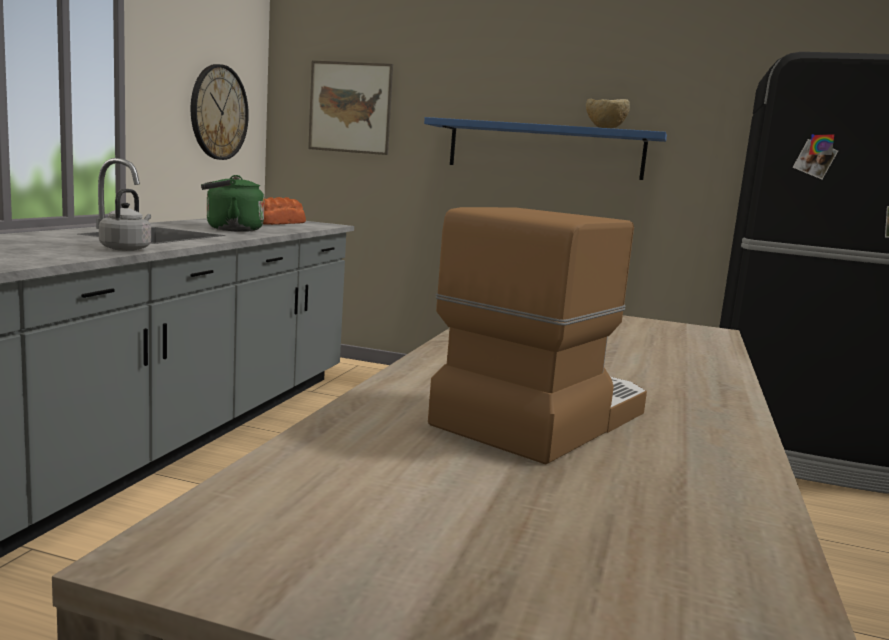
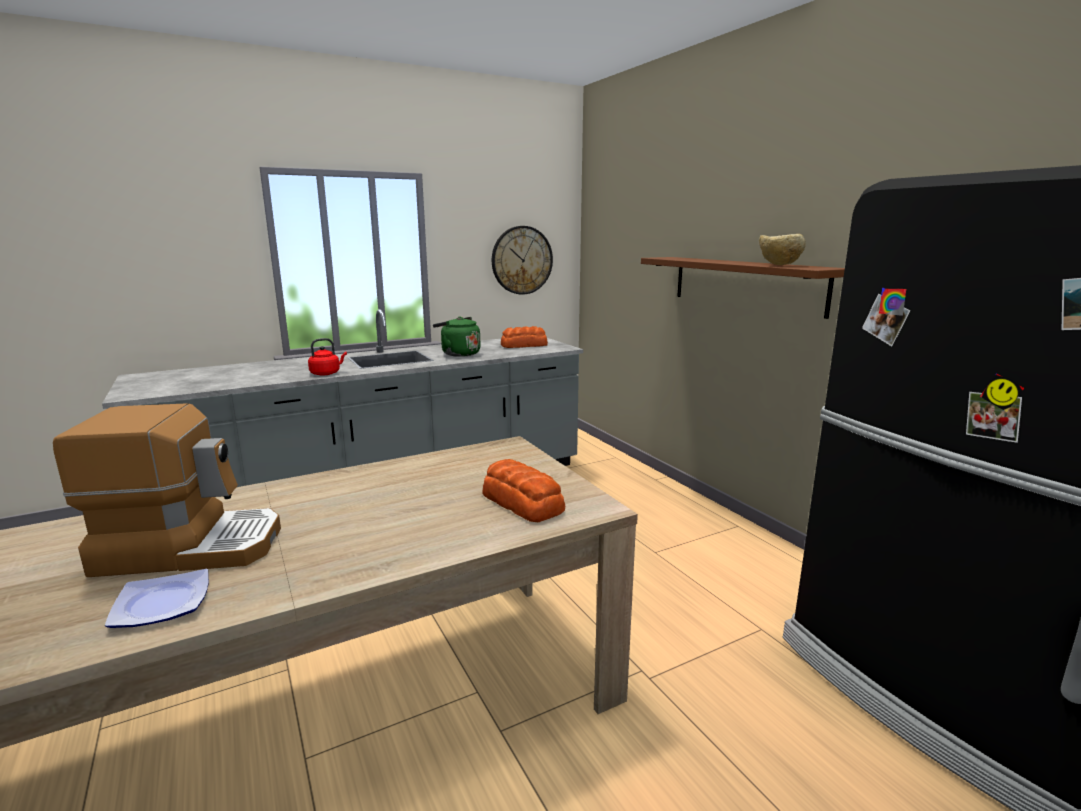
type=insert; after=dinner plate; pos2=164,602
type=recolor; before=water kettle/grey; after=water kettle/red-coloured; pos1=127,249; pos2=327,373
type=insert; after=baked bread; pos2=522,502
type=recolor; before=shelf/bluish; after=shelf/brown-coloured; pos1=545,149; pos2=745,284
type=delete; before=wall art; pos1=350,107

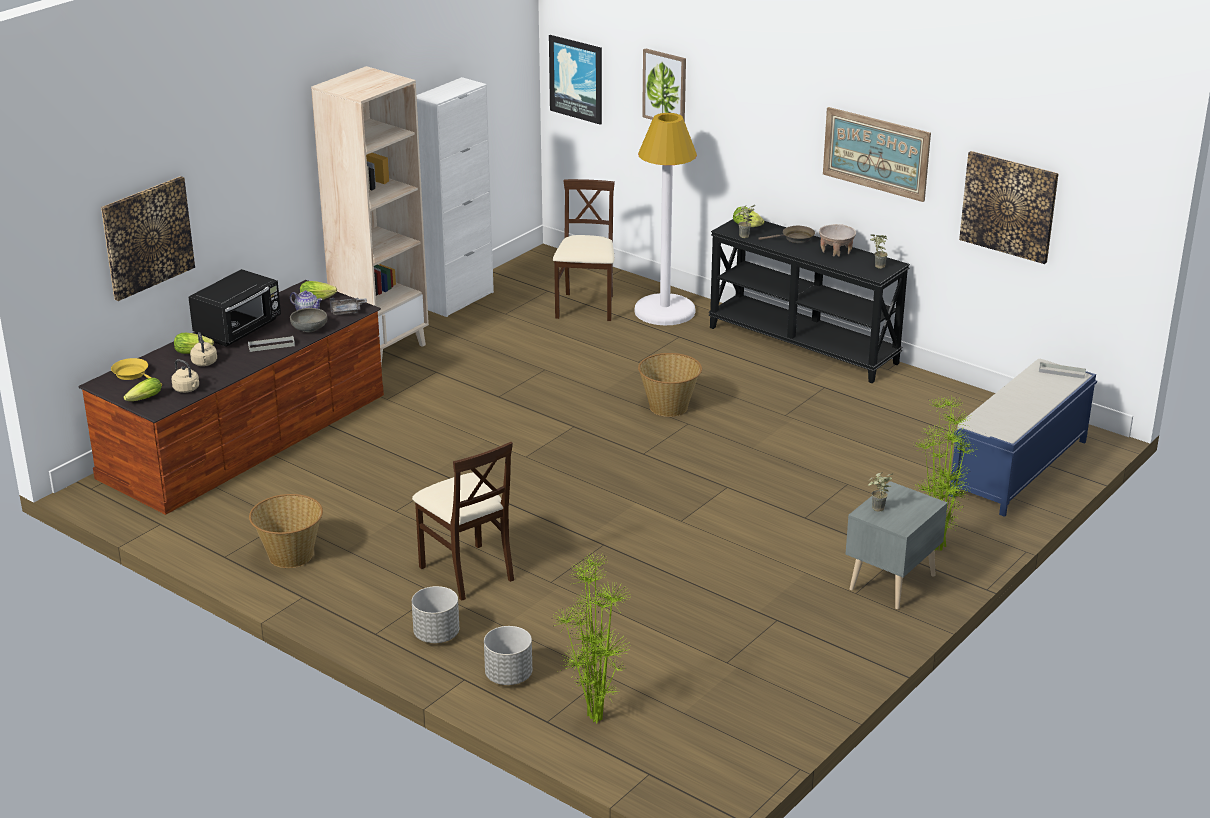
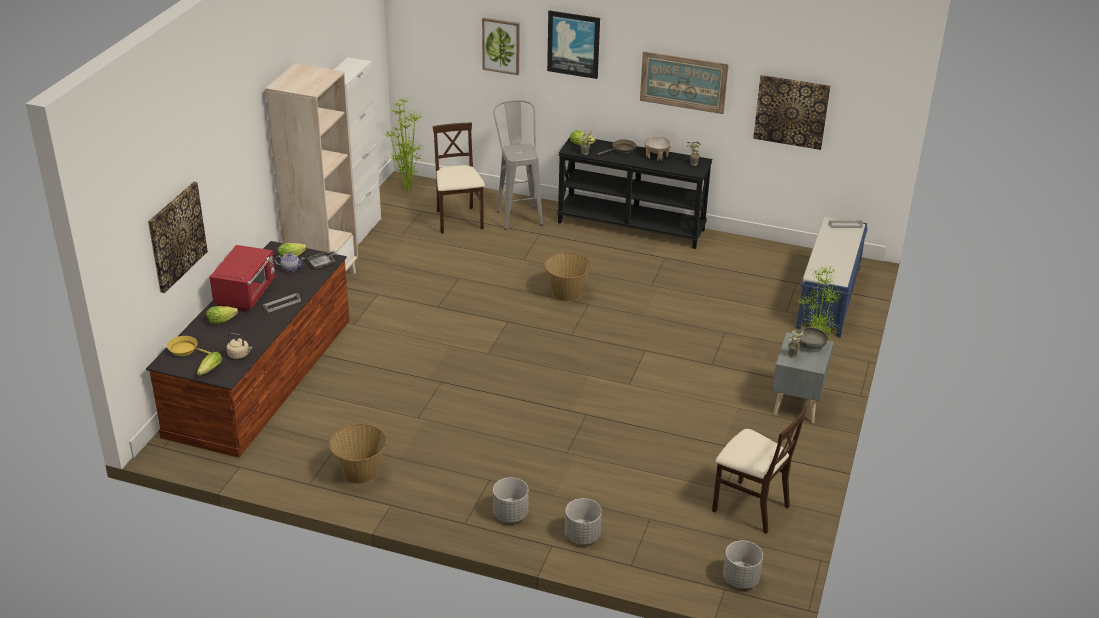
type=recolor; before=microwave oven/blackish; after=microwave oven/red-coloured; pos1=239,329; pos2=246,294
type=move; before=plant in a pot; pos1=594,720; pos2=407,190
type=replace; before=standing lamp/white; after=sitting stool/grey; pos1=665,311; pos2=518,214
type=move; before=wall art; pos1=576,79; pos2=573,44
type=move; before=plain chair/beige-coloured; pos1=467,572; pos2=750,507
type=insert; after=flower pot/grey; pos2=740,578
type=move; before=bowl/grey; pos1=309,329; pos2=810,345
type=delete; before=water kettle/beige-coloured; pos1=204,363

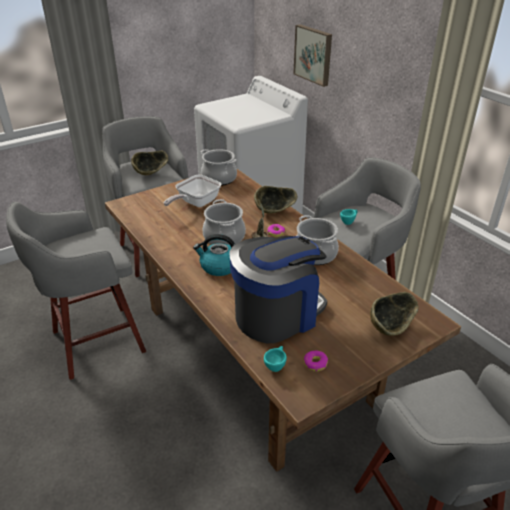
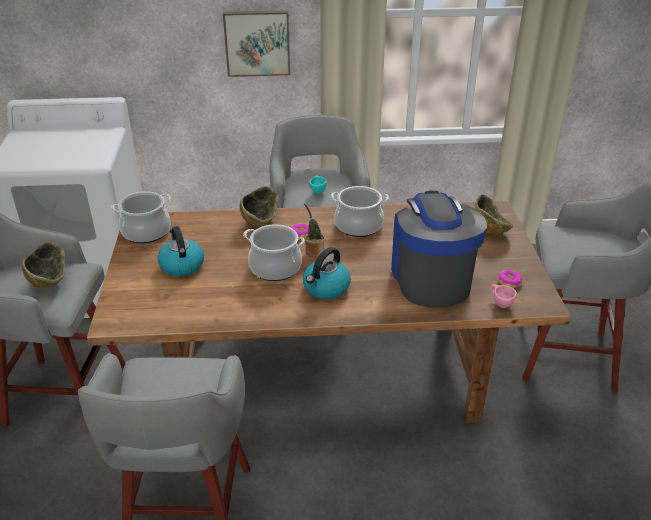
type=replace; before=pan; after=water kettle; pos1=195,203; pos2=181,265
type=move; before=wall art; pos1=314,54; pos2=257,42
type=recolor; before=cup/turquoise-coloured; after=cup/pink; pos1=275,366; pos2=499,304

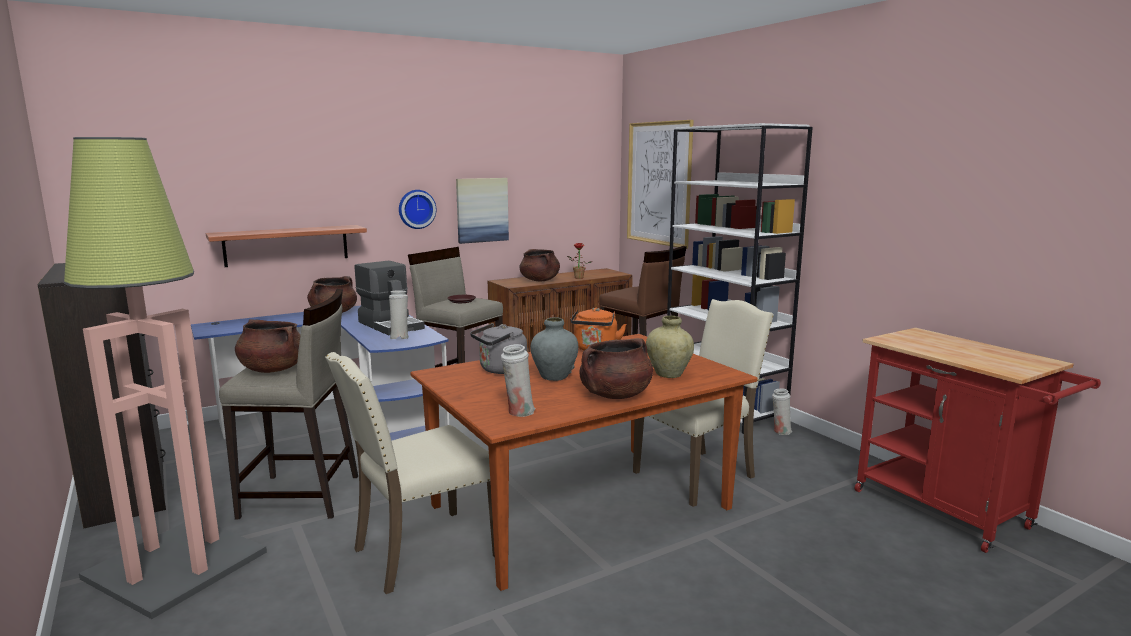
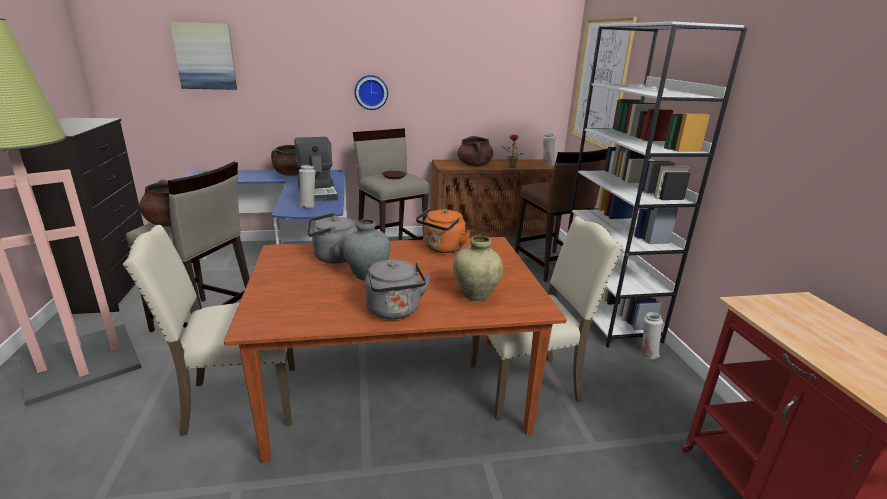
type=move; before=wall art; pos1=482,210; pos2=205,56
type=replace; before=cooking pot/brown-coloured; after=water kettle/grey; pos1=615,395; pos2=394,311
type=move; before=decorative vase/white; pos1=519,412; pos2=547,164
type=delete; before=shelf; pos1=287,245

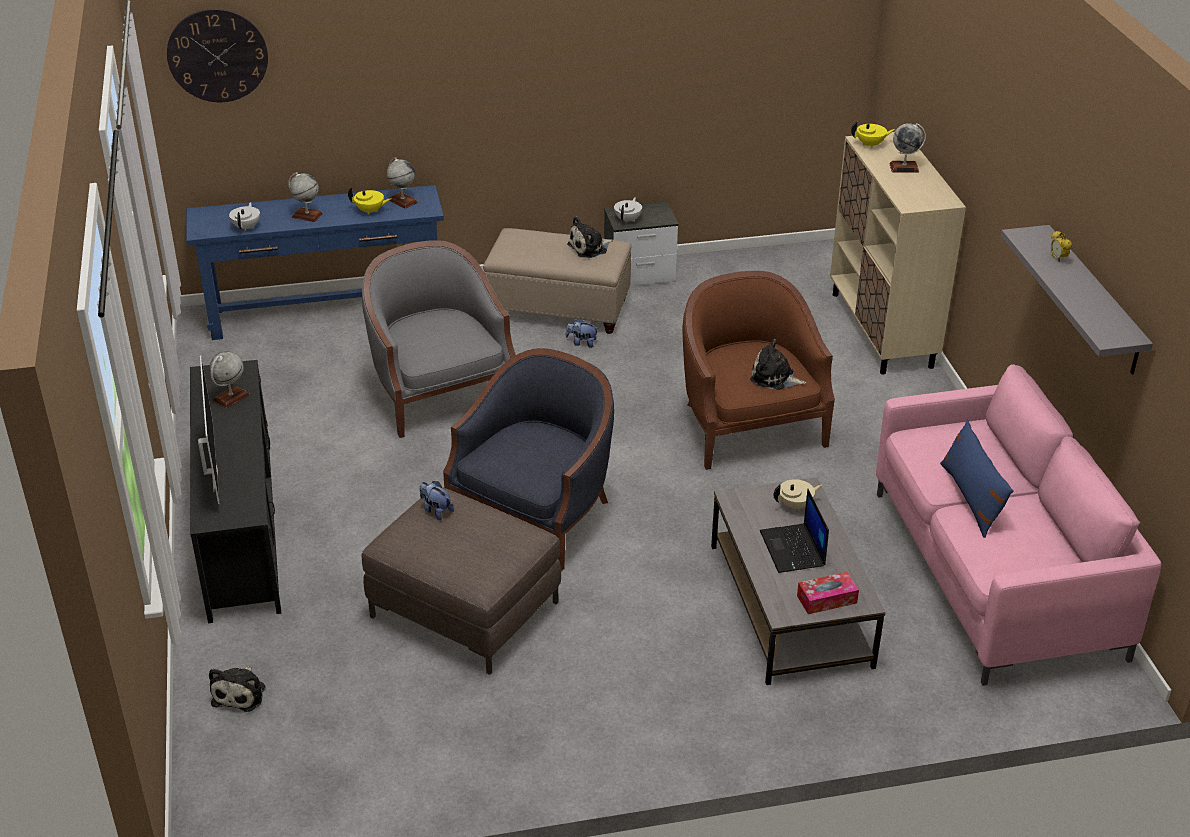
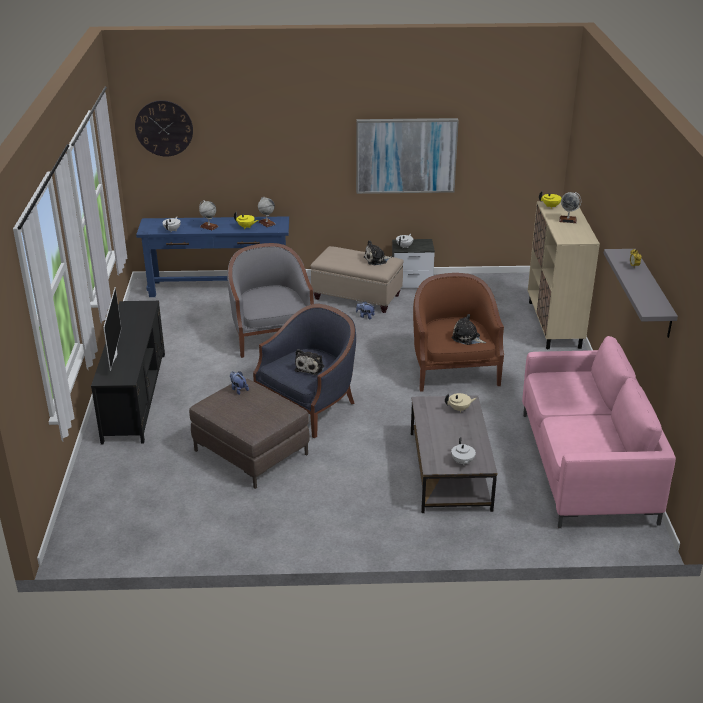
type=move; before=cuddly toy; pos1=240,693; pos2=310,367
type=insert; after=wall art; pos2=406,155
type=replace; before=tissue box; after=tea pot/white; pos1=826,599; pos2=462,462
type=delete; before=desk globe; pos1=231,397
type=delete; before=laptop; pos1=793,549
type=delete; before=pillow/bluish; pos1=971,498

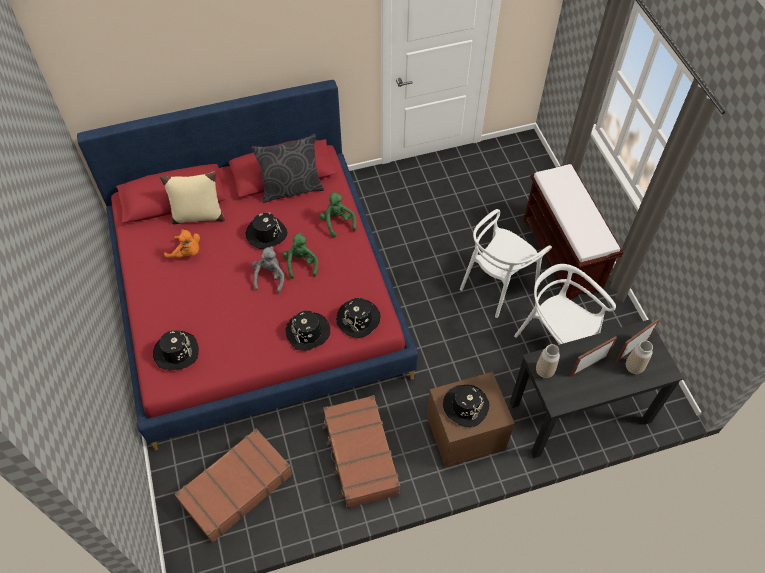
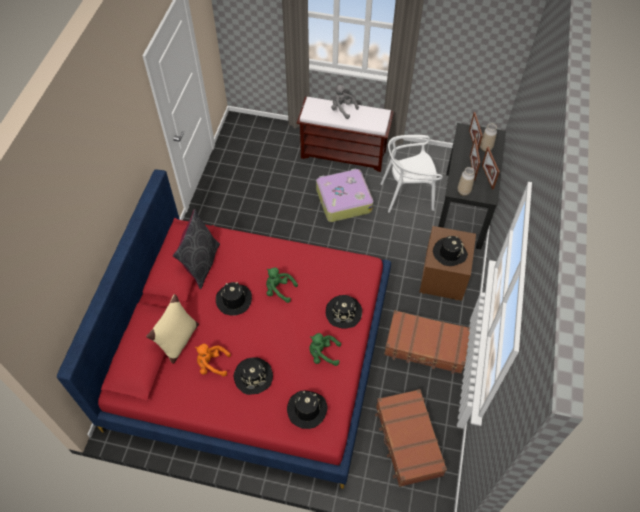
type=rotate; before=cuddly toy/orange-coloured; pos1=187,253; pos2=212,364; turn=-135
type=move; before=wearable hat/blackish; pos1=358,319; pos2=253,376
type=move; before=cuddly toy/greenish; pos1=337,223; pos2=323,354
type=replace; before=plain chair/white; after=suitcase; pos1=497,285; pos2=343,200
type=move; before=cuddly toy/grey; pos1=270,277; pos2=342,109
type=insert; after=standing frame; pos2=487,177

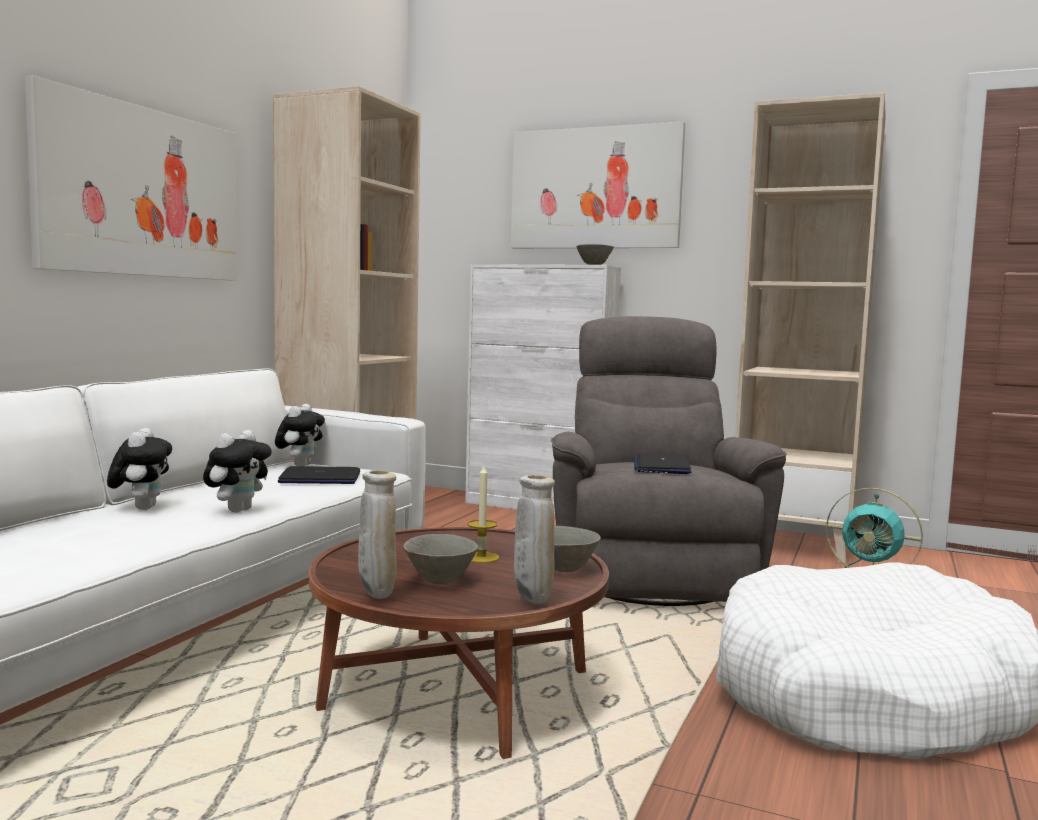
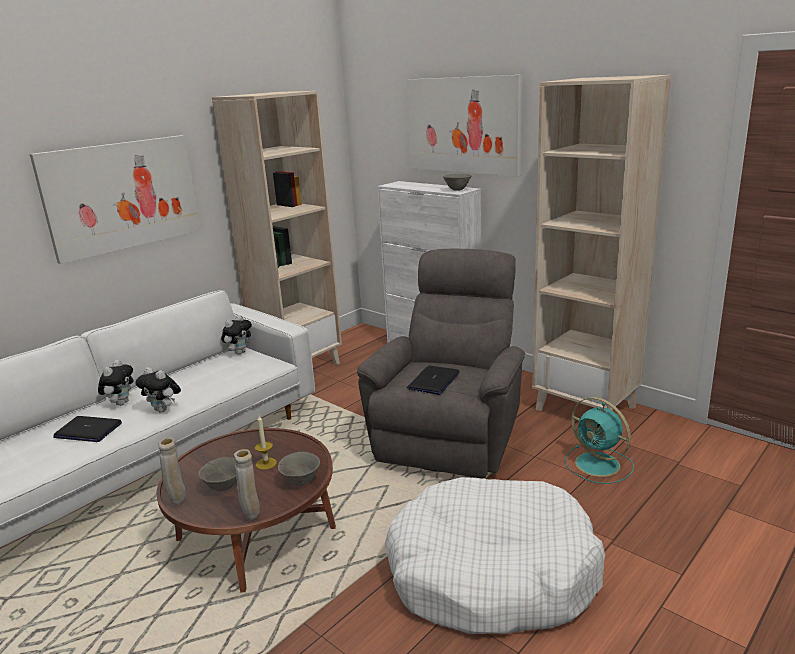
type=move; before=laptop; pos1=319,478; pos2=88,430
type=rotate; before=cuddly toy; pos1=238,510; pos2=163,410; turn=75

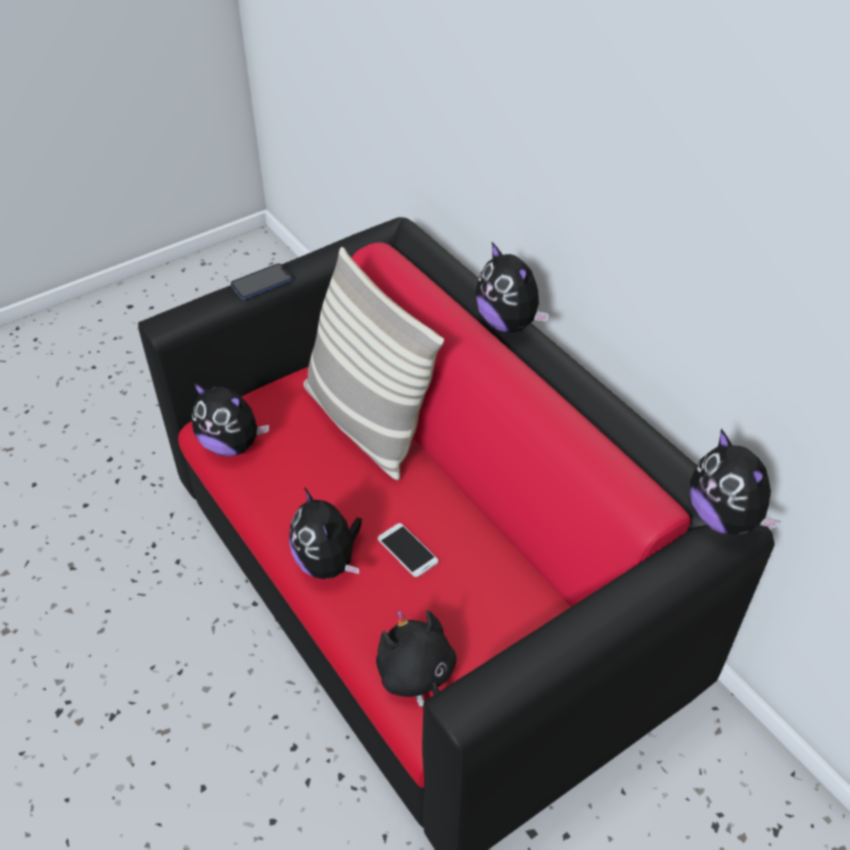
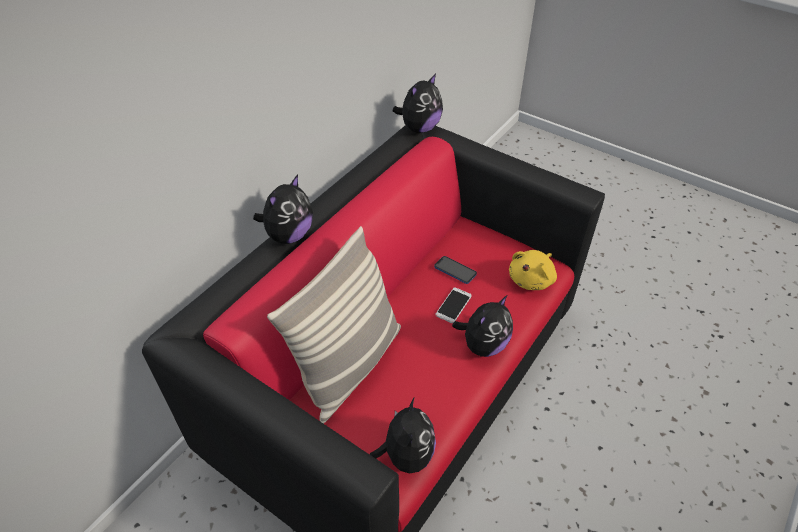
type=move; before=telephone; pos1=261,283; pos2=455,270
type=recolor; before=cuddly toy/blackish; after=cuddly toy/yellow; pos1=418,677; pos2=532,279

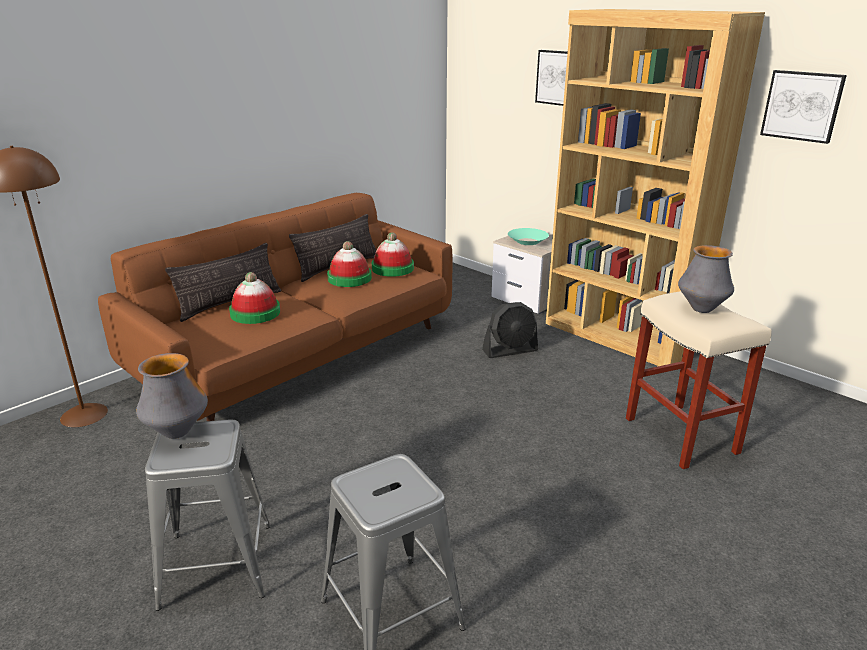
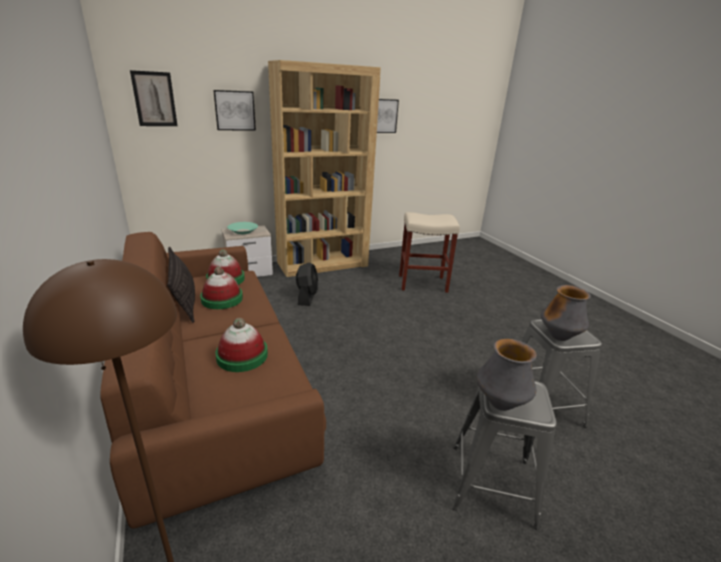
type=insert; after=wall art; pos2=154,99
type=move; before=decorative vase; pos1=701,309; pos2=558,337
type=delete; before=pillow; pos1=230,303

